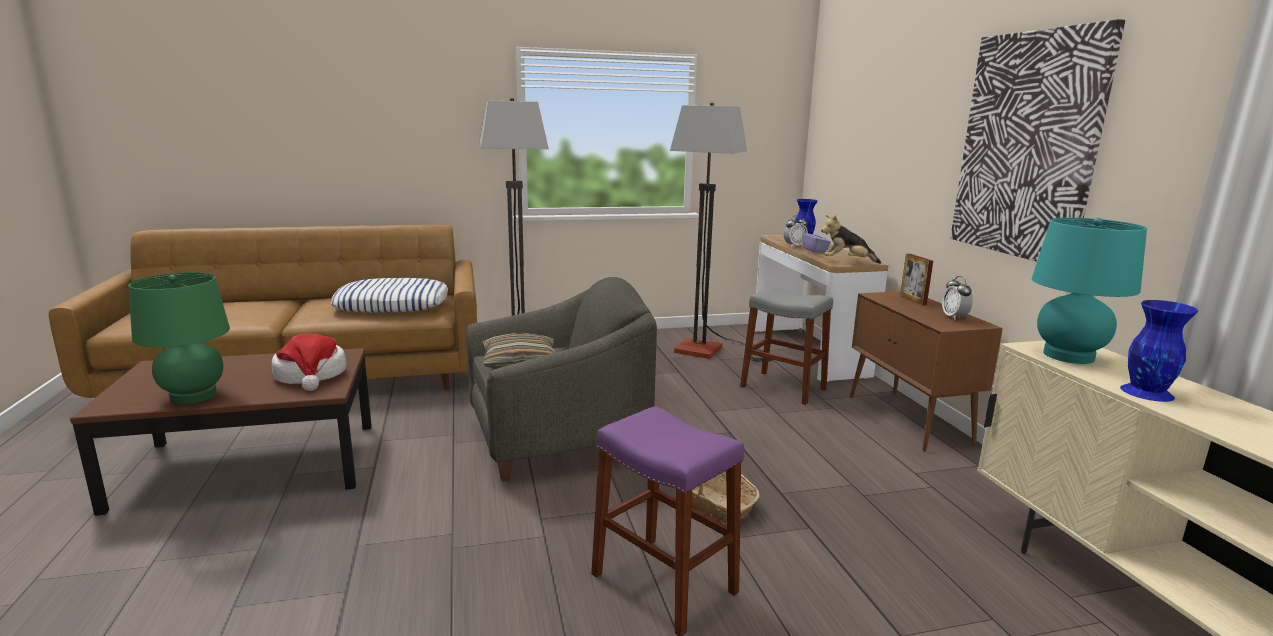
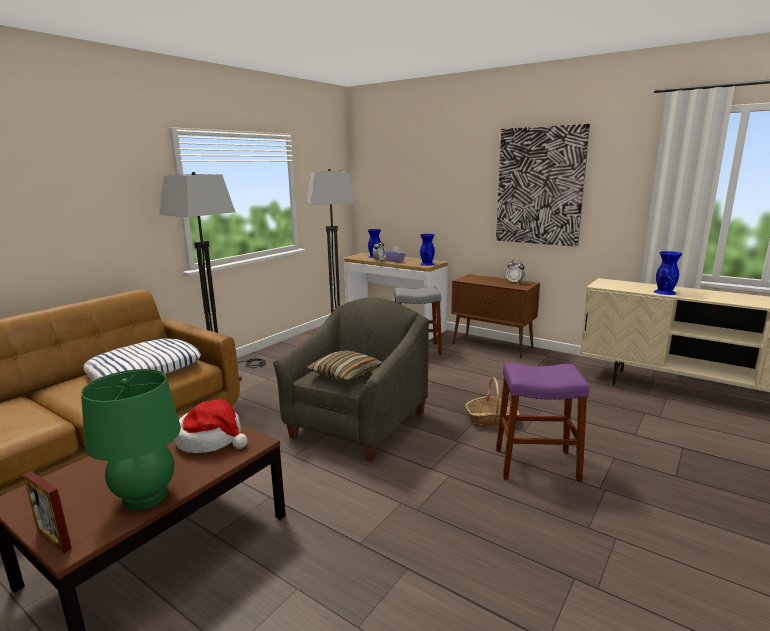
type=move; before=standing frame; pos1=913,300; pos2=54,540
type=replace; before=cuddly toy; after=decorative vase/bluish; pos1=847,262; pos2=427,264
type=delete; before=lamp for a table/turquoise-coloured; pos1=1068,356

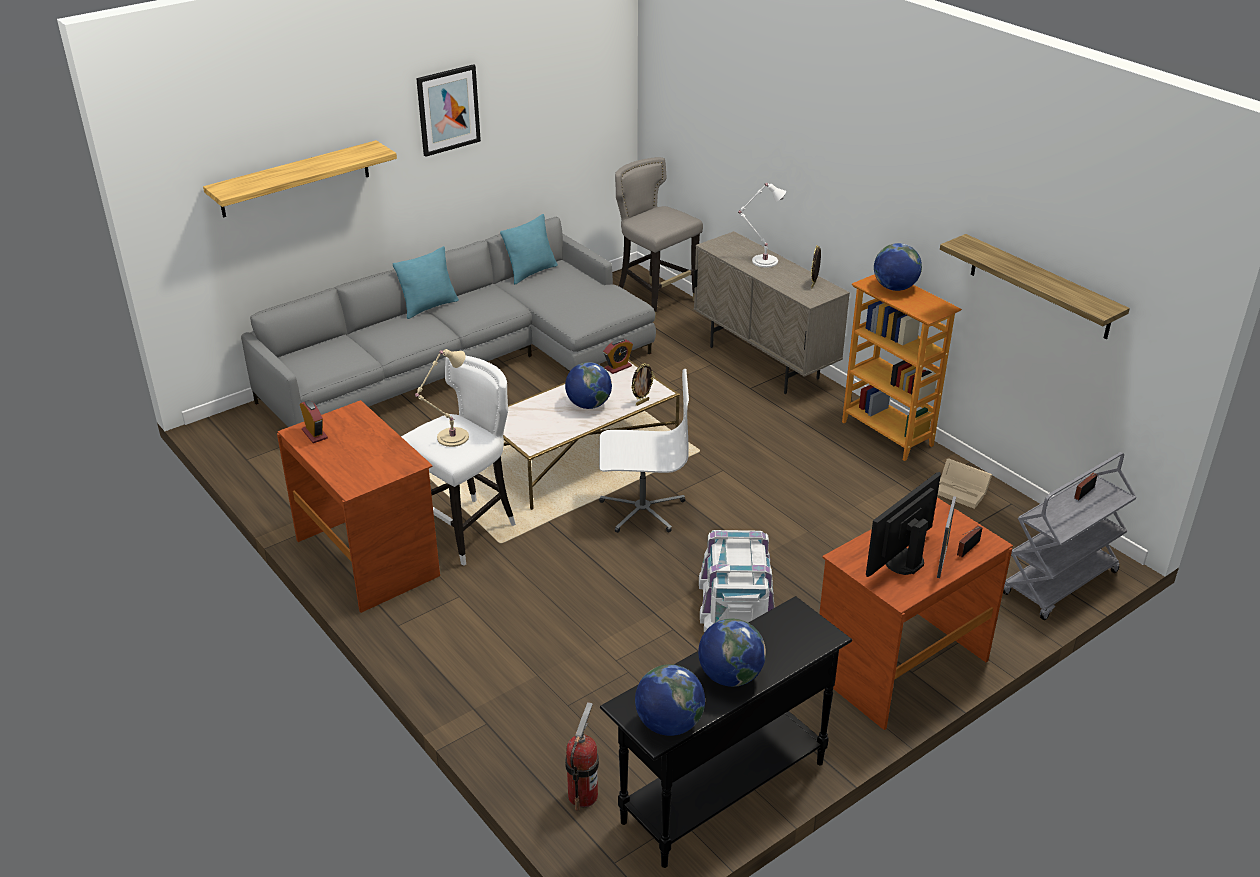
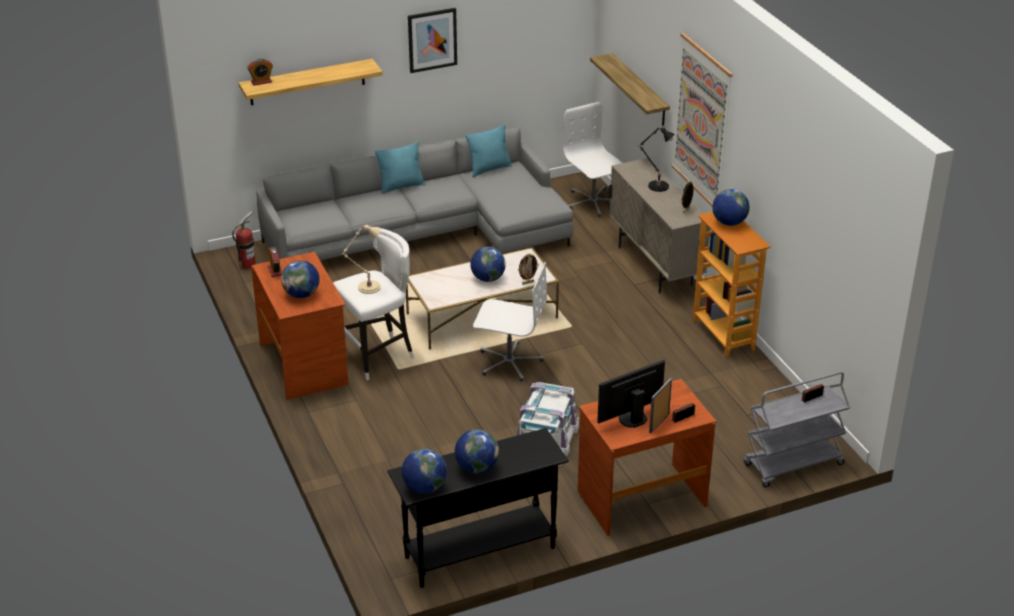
type=move; before=extinguisher; pos1=583,795; pos2=247,265
type=move; before=bedside clock; pos1=618,367; pos2=261,82
type=insert; after=desk globe; pos2=302,294
type=replace; before=sitting stool/grey; after=desk chair/white; pos1=654,300; pos2=593,202
type=move; before=shelf; pos1=1040,287; pos2=639,90
type=recolor; before=lamp for a table/white; after=lamp for a table/blackish; pos1=762,261; pos2=656,185
type=insert; after=wall art; pos2=701,122
type=delete; before=storage bin/beige-coloured; pos1=961,491

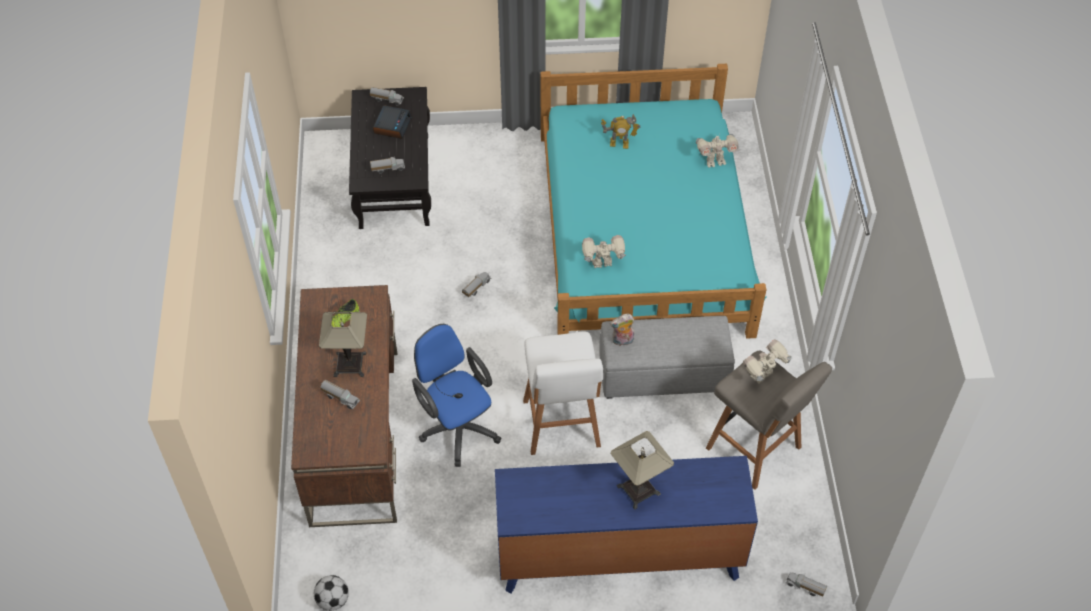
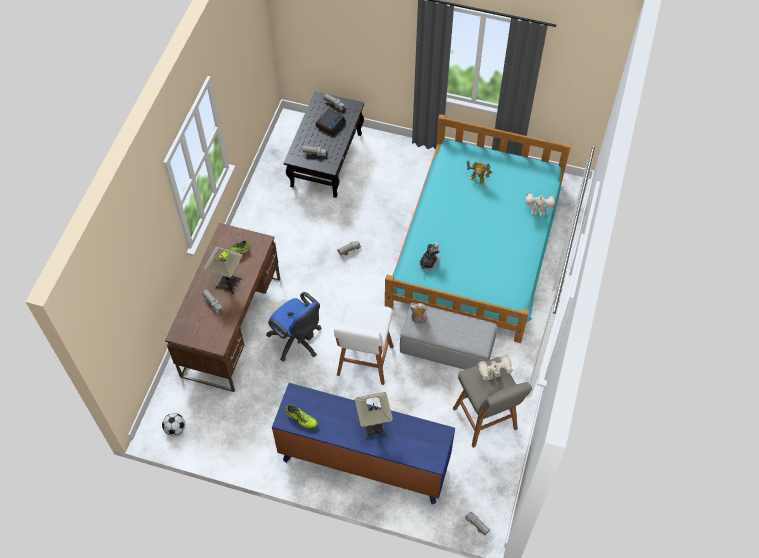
type=rotate; before=desk chair/bluish; pos1=457,427; pos2=297,341; turn=150
type=insert; after=low shoe; pos2=301,419
type=replace; before=toy robot; after=cuddly toy; pos1=602,265; pos2=428,262

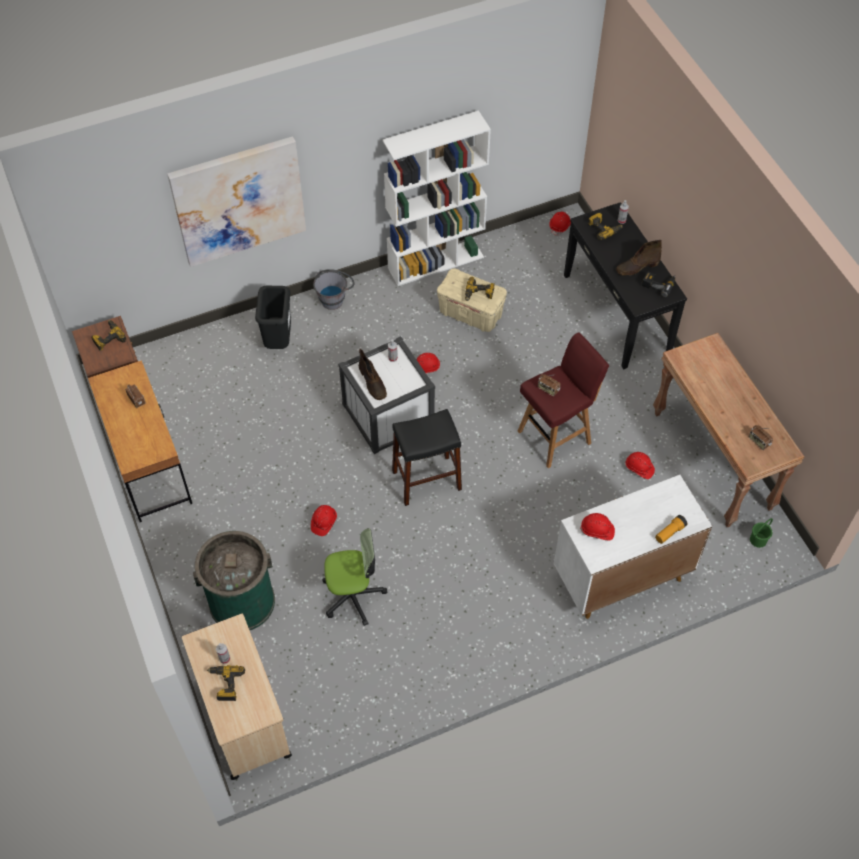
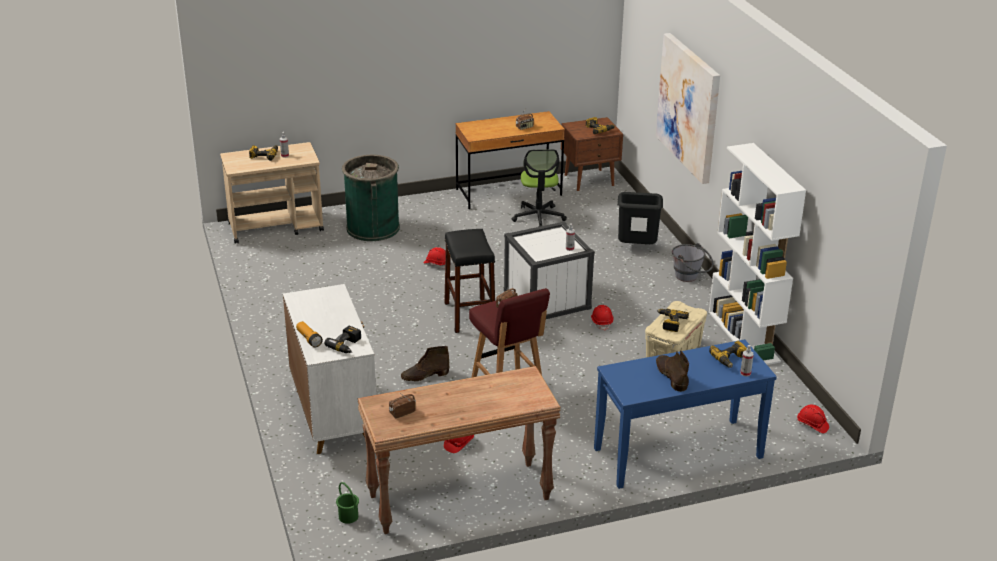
type=move; before=drill; pos1=658,284; pos2=347,345
type=move; before=boot/brown-coloured; pos1=373,383; pos2=424,375
type=move; before=desk chair; pos1=353,596; pos2=538,217
type=recolor; before=console table/blackish; after=console table/bluish; pos1=617,312; pos2=678,453
type=delete; before=safety helmet/red-coloured; pos1=597,530

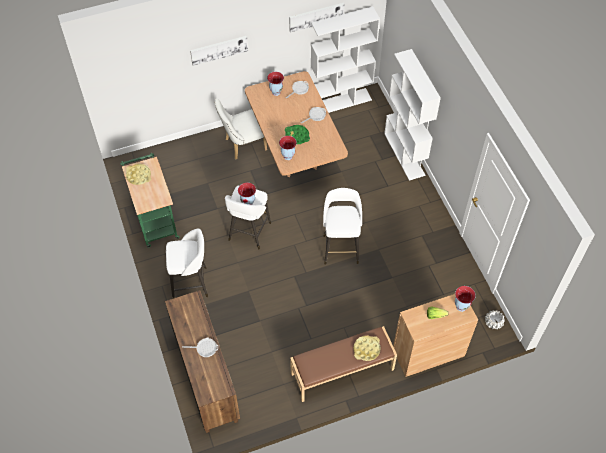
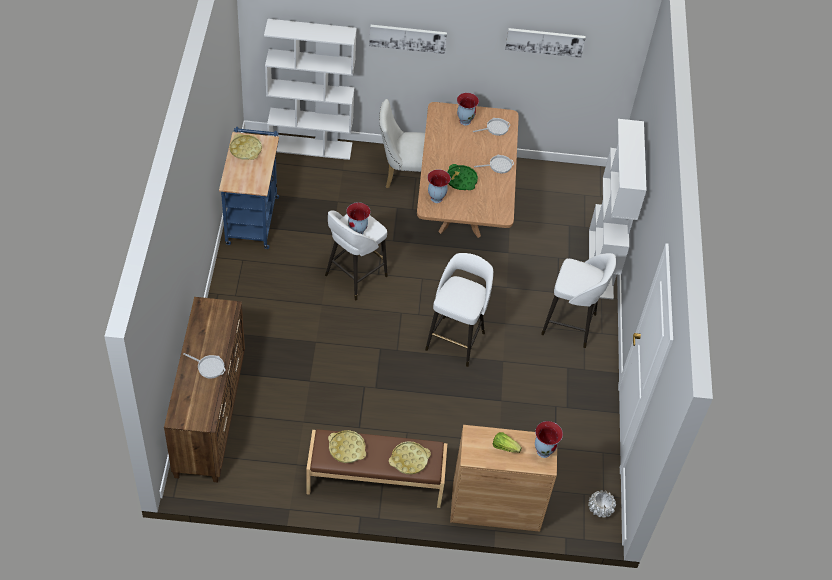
type=recolor; before=trolley/greenish; after=trolley/bluish; pos1=155,219; pos2=252,216
type=move; before=bookshelf/white; pos1=341,101; pos2=311,147
type=insert; after=serving tray/yellow; pos2=347,449
type=move; before=sitting stool/white; pos1=191,283; pos2=570,325

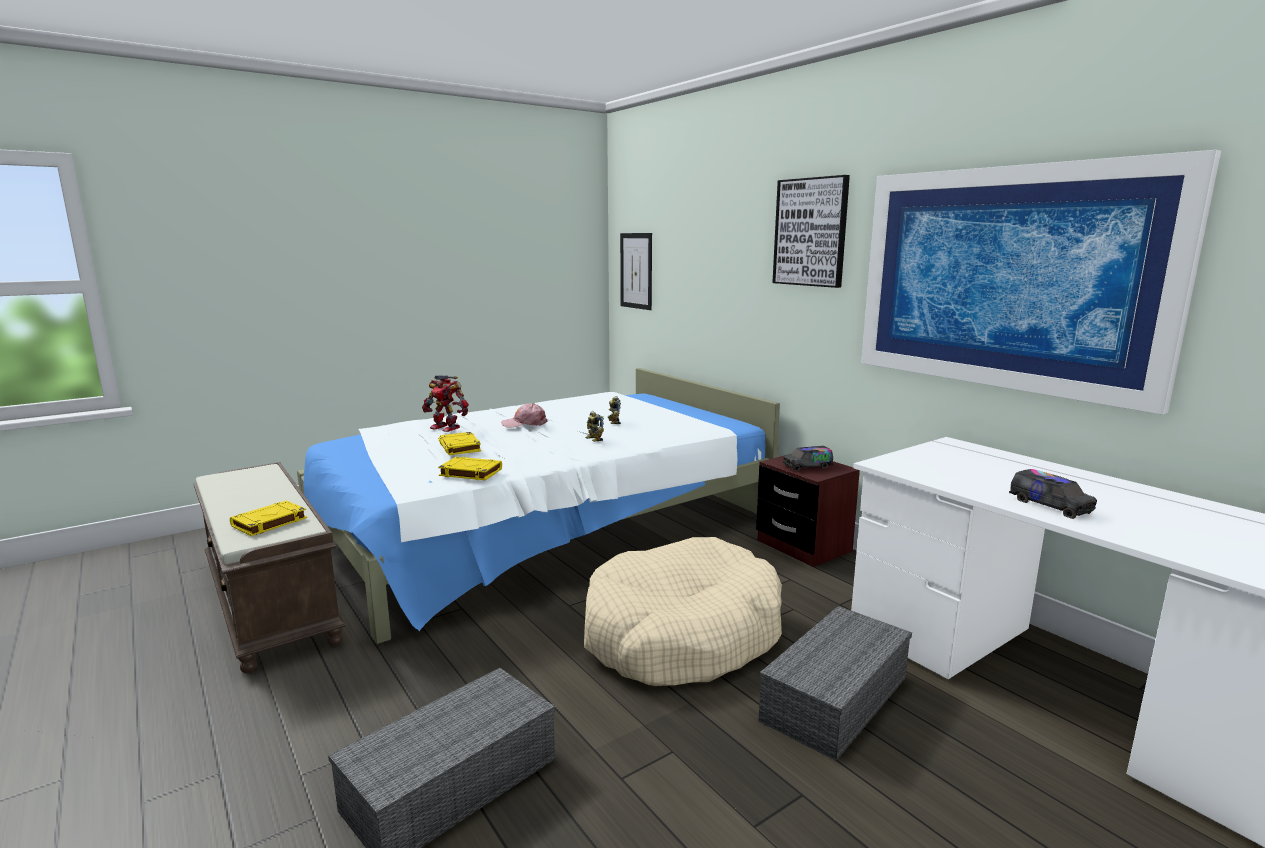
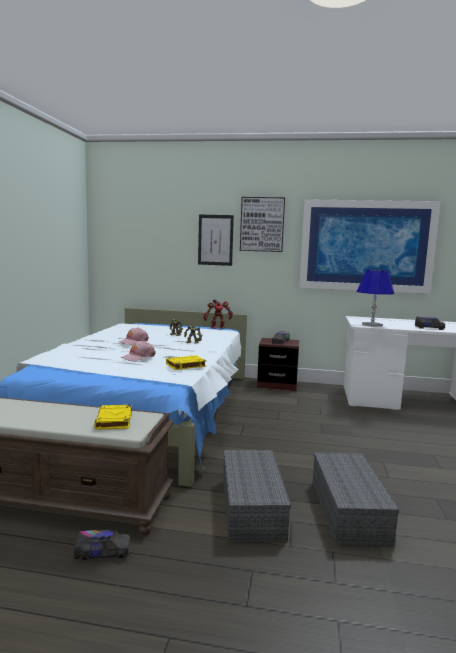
type=insert; after=toy truck; pos2=102,553
type=replace; before=bound book/yellow; after=peaked cap/pink; pos1=460,447; pos2=138,357
type=move; before=wall art; pos1=636,271; pos2=215,240
type=move; before=toy robot; pos1=446,427; pos2=217,327
type=move; before=storage bin/grey; pos1=834,696; pos2=250,506
type=insert; after=lamp for a table/bluish; pos2=372,325
type=delete; before=dog cushion/beige-coloured; pos1=681,634

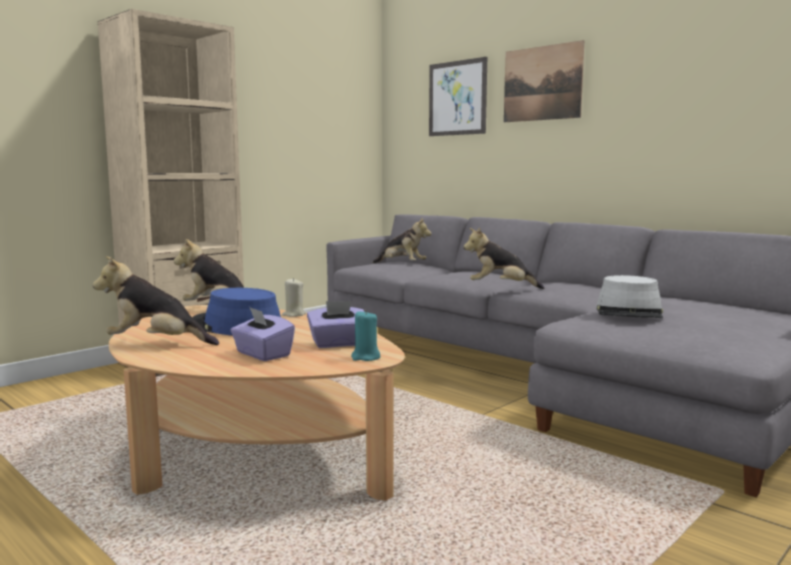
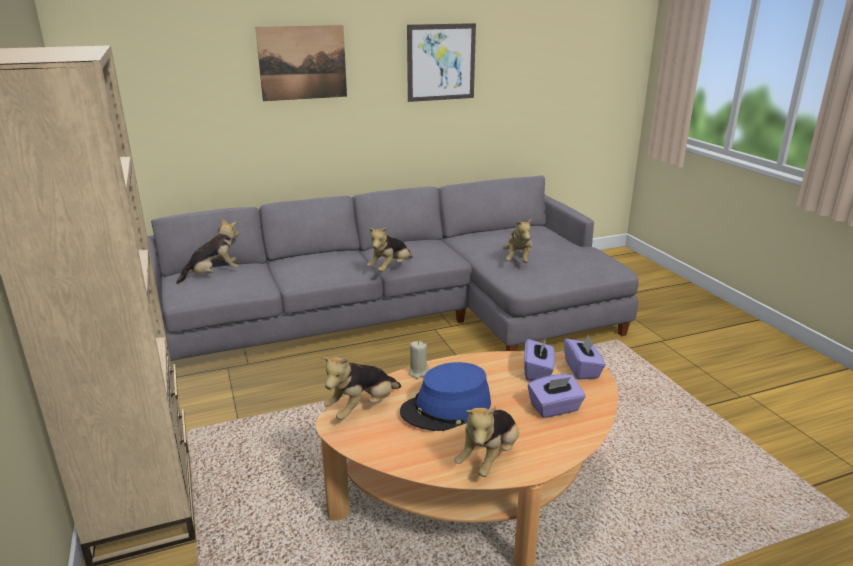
type=move; before=wall art; pos1=457,98; pos2=441,62
type=replace; before=wearable hat/grey; after=cuddly toy; pos1=629,312; pos2=518,260
type=replace; before=wax candle/turquoise-coloured; after=tissue box/purple; pos1=365,357; pos2=582,369

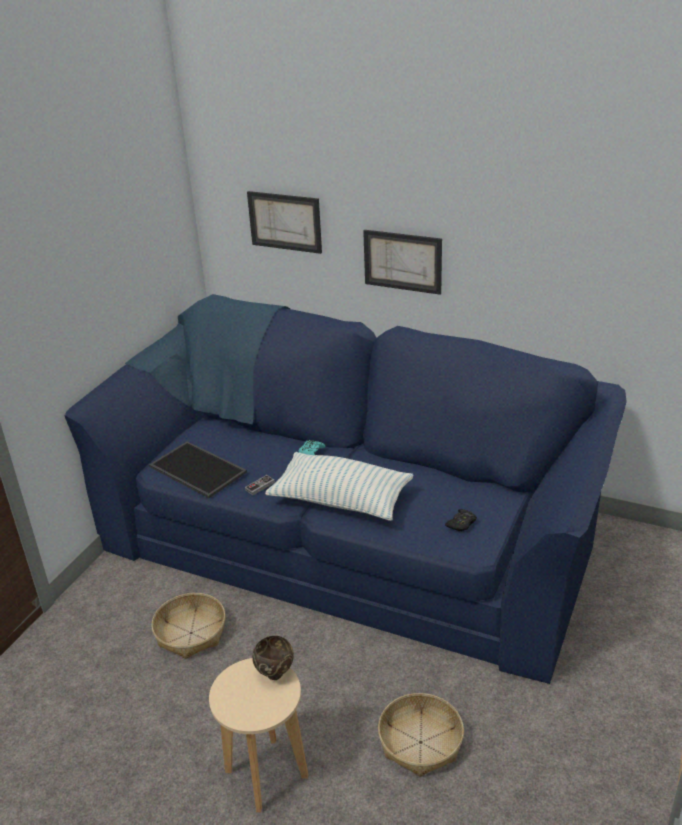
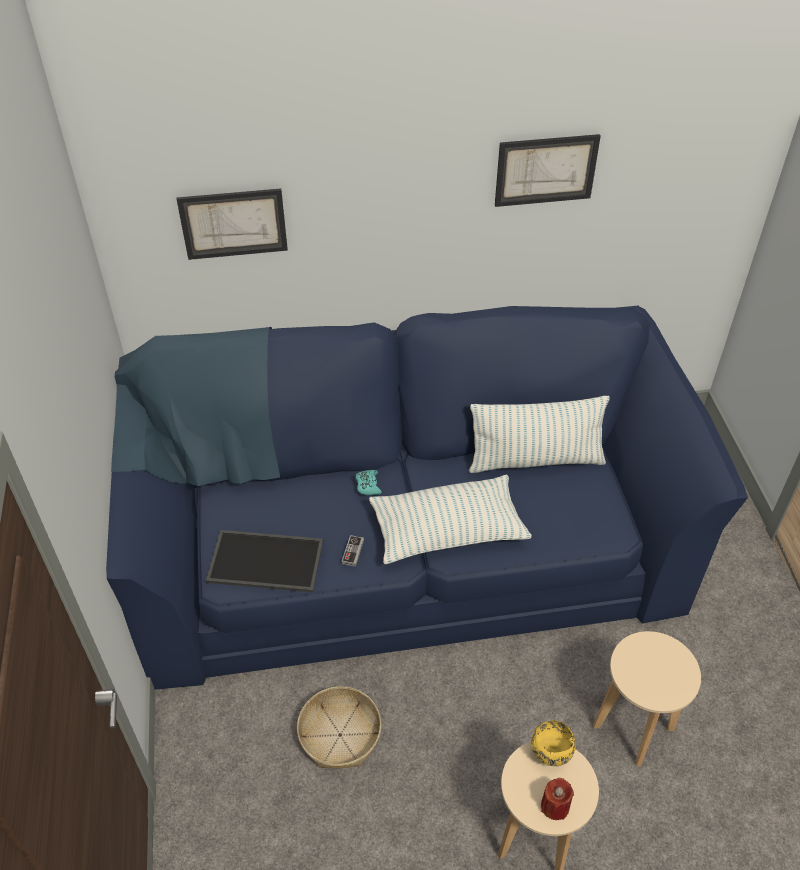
type=insert; after=pillow; pos2=535,460
type=move; before=wall art; pos1=402,261; pos2=546,170
type=recolor; before=bowl/brown-coloured; after=bowl/yellow; pos1=275,673; pos2=550,754
type=insert; after=wax candle/red-coloured; pos2=555,806
type=replace; before=household basket; after=sitting stool/beige-coloured; pos1=421,742; pos2=633,727
type=delete; before=gamepad/blackish; pos1=461,523

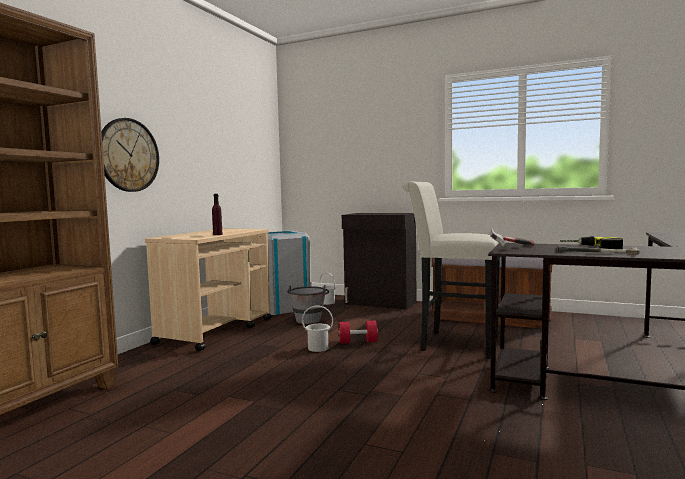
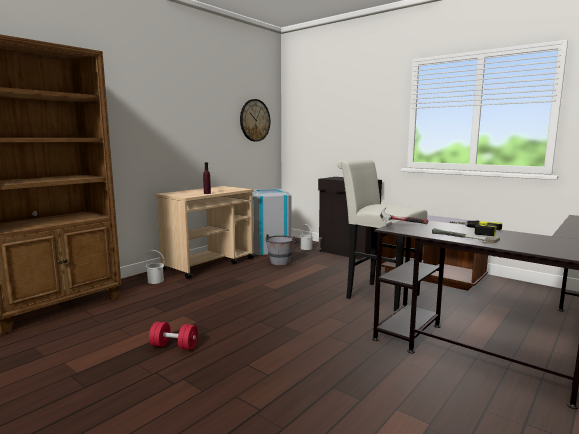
type=move; before=pail/white; pos1=318,348; pos2=155,281
type=move; before=hand weight/red-coloured; pos1=358,342; pos2=174,346
type=move; before=hanging clock; pos1=128,155; pos2=254,120

